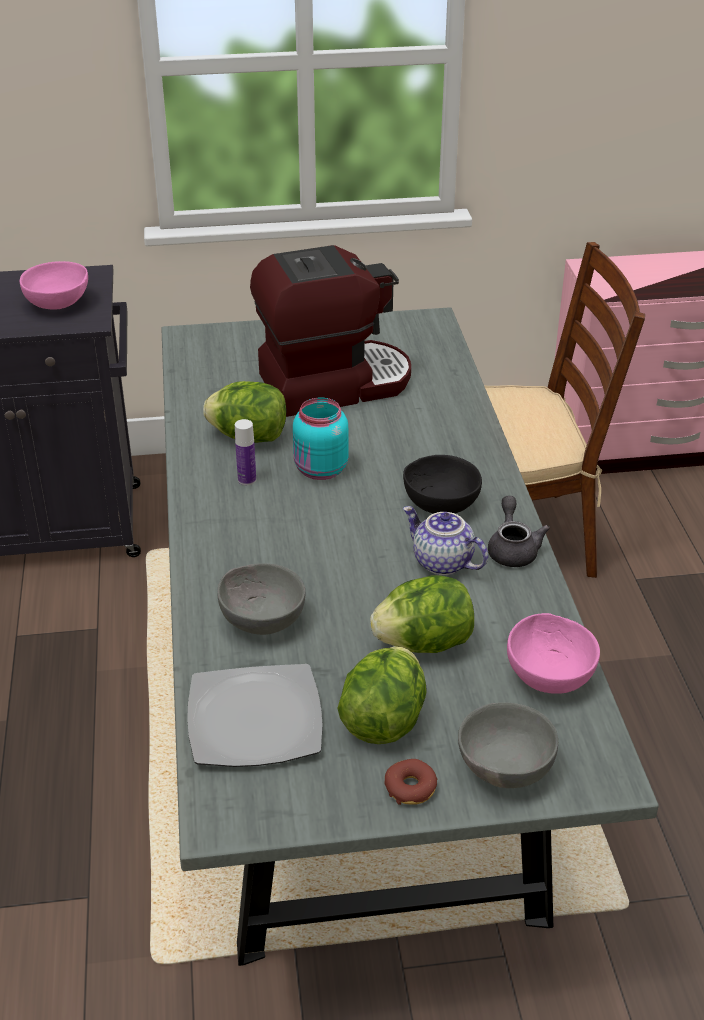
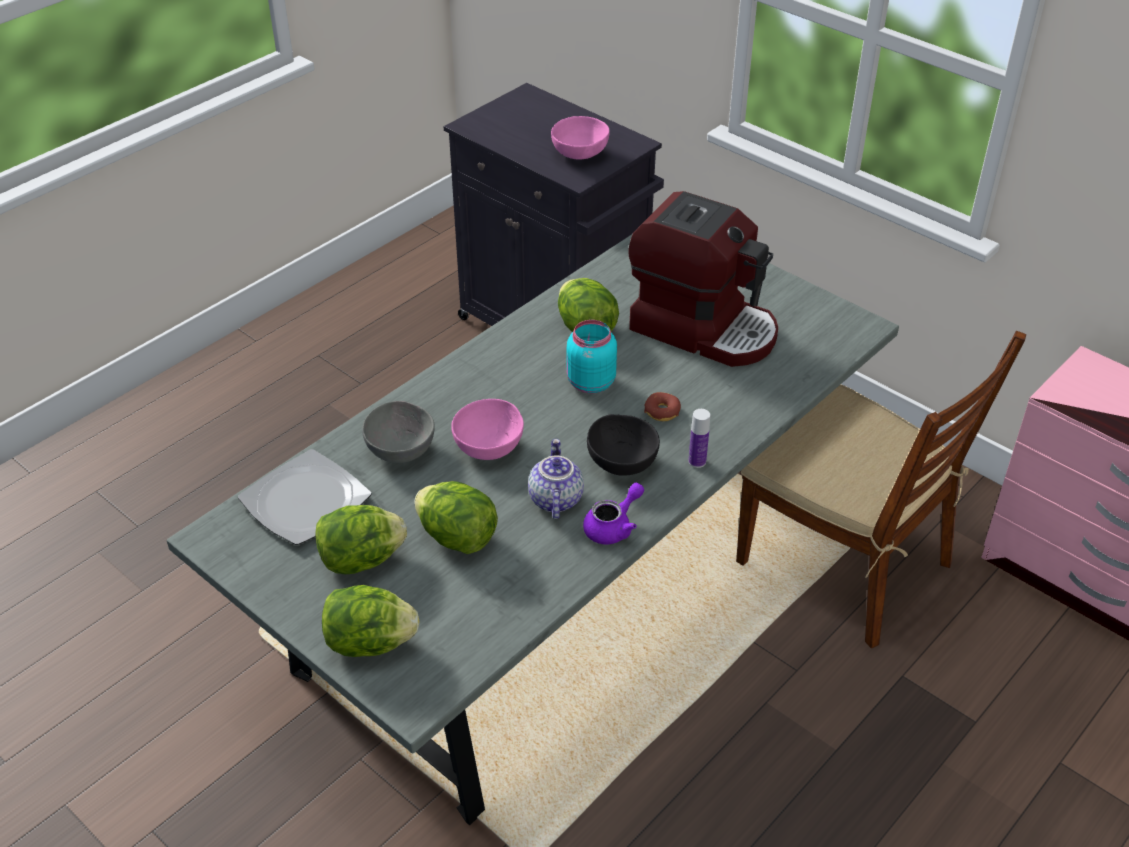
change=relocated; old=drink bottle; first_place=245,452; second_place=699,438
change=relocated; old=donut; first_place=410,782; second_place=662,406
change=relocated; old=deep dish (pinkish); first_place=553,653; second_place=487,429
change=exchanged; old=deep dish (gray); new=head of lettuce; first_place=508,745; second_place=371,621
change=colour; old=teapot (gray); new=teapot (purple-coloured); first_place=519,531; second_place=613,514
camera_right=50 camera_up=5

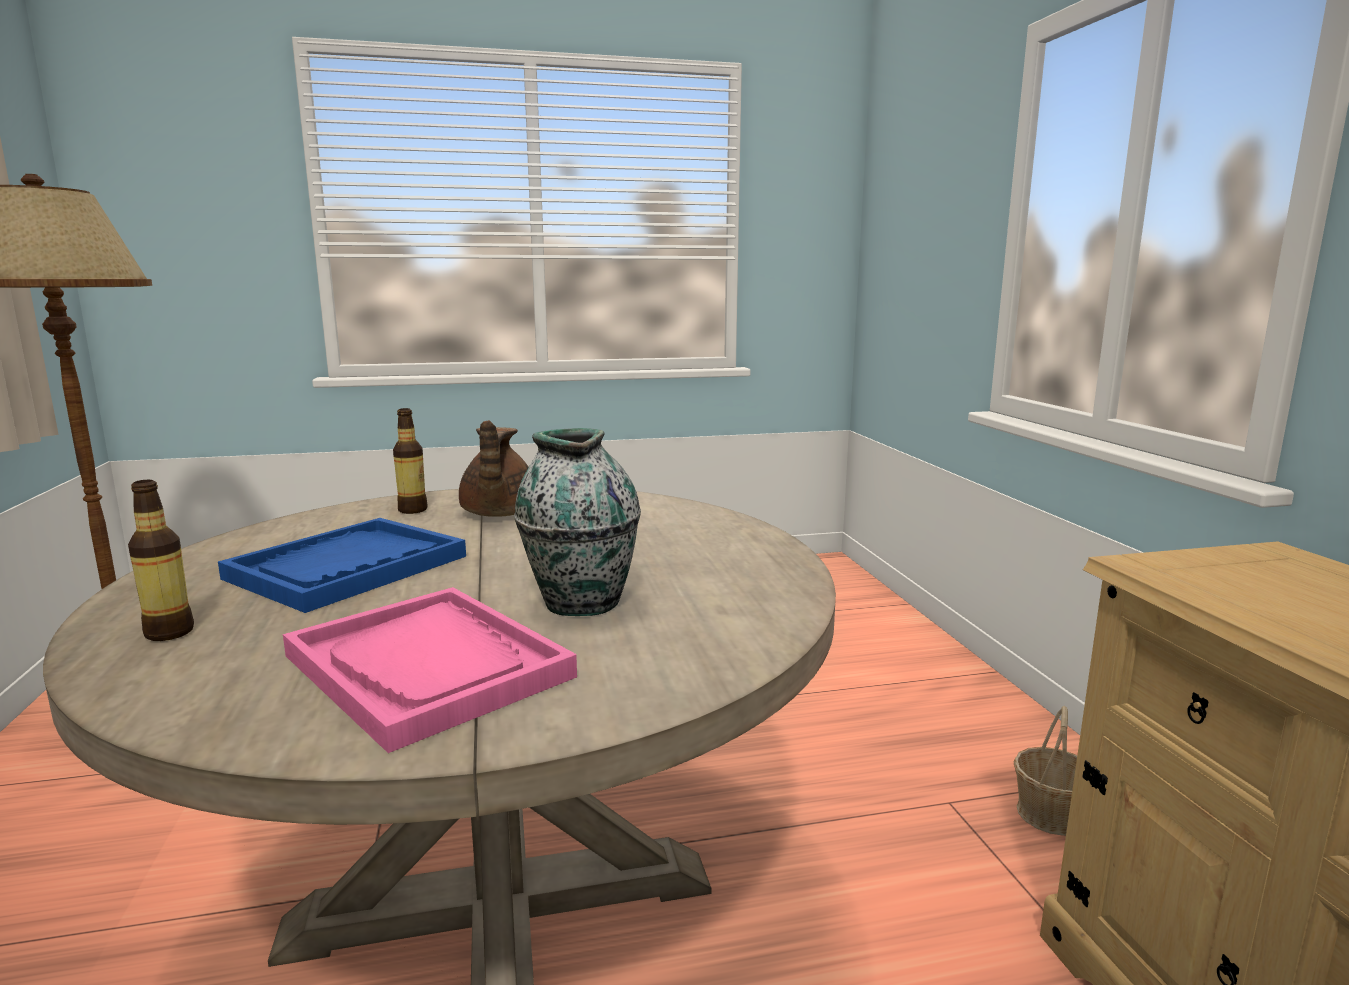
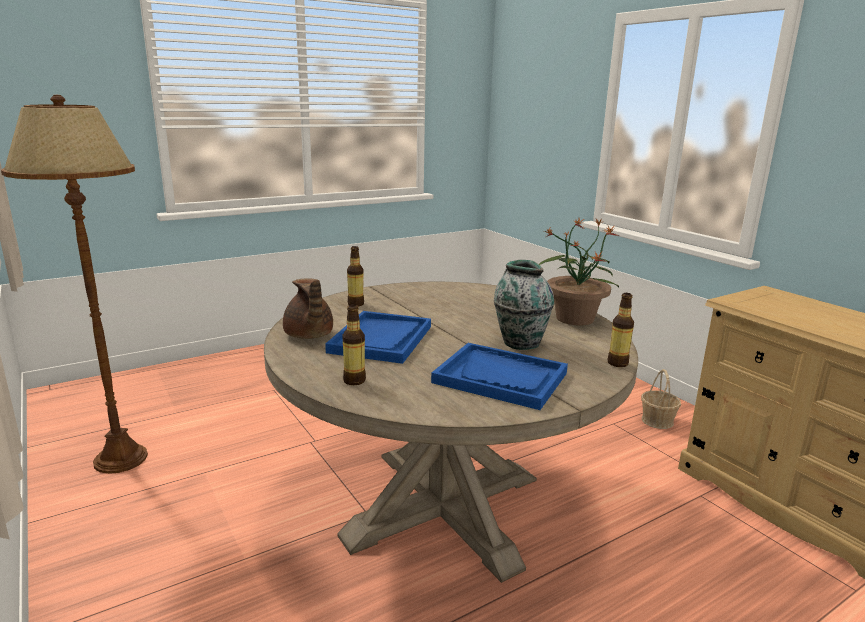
change=appeared; new=plant in a pot; second_place=579,271
change=appeared; new=drink bottle; second_place=621,330
change=relocated; old=teapot (brown); first_place=494,468; second_place=308,309
change=colour; old=carrying tray (pinkish); new=carrying tray (blue); first_place=430,670; second_place=499,376
camera_right=-20 camera_up=5

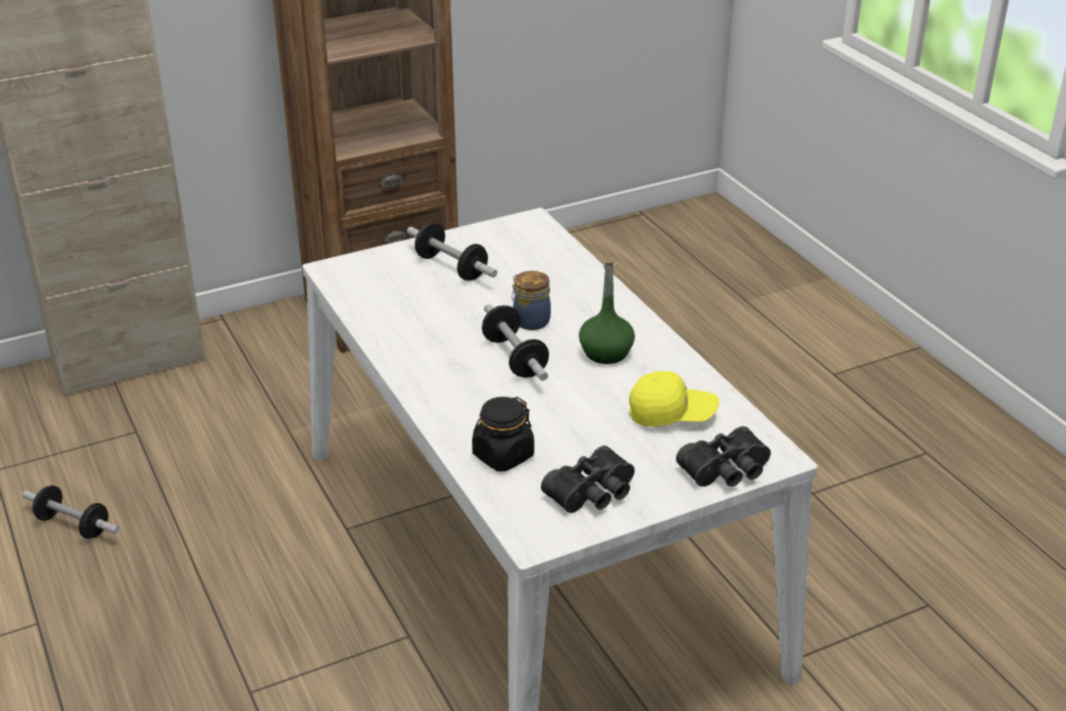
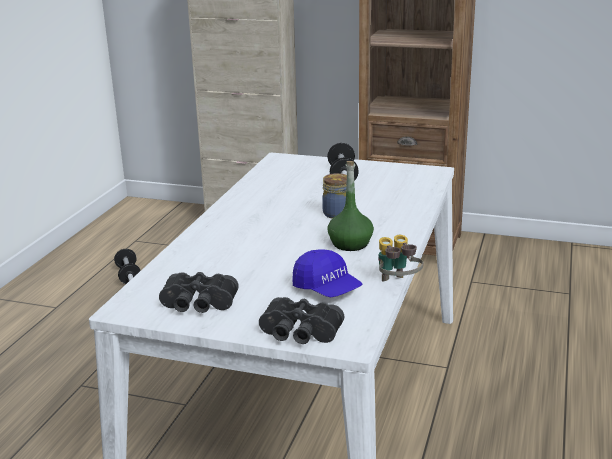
change=missing; old=storage jar (black); first_place=503,434
change=missing; old=free weight; first_place=515,342
change=appeared; new=pair of binoculars; second_place=400,258
change=colour; old=baseball cap (yellowish); new=baseball cap (blue); first_place=674,399; second_place=327,273
camera_right=45 camera_up=-10

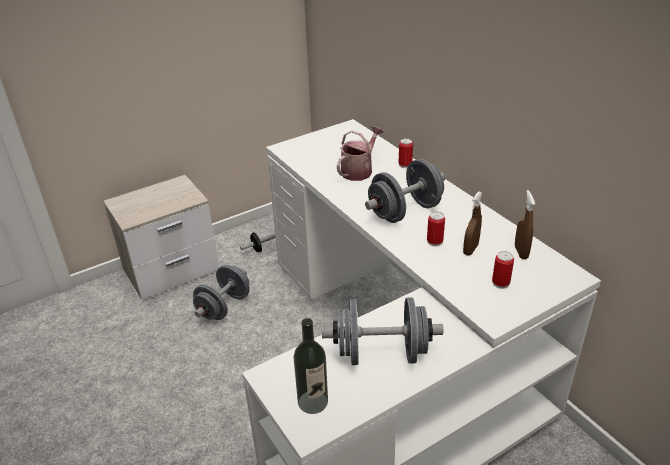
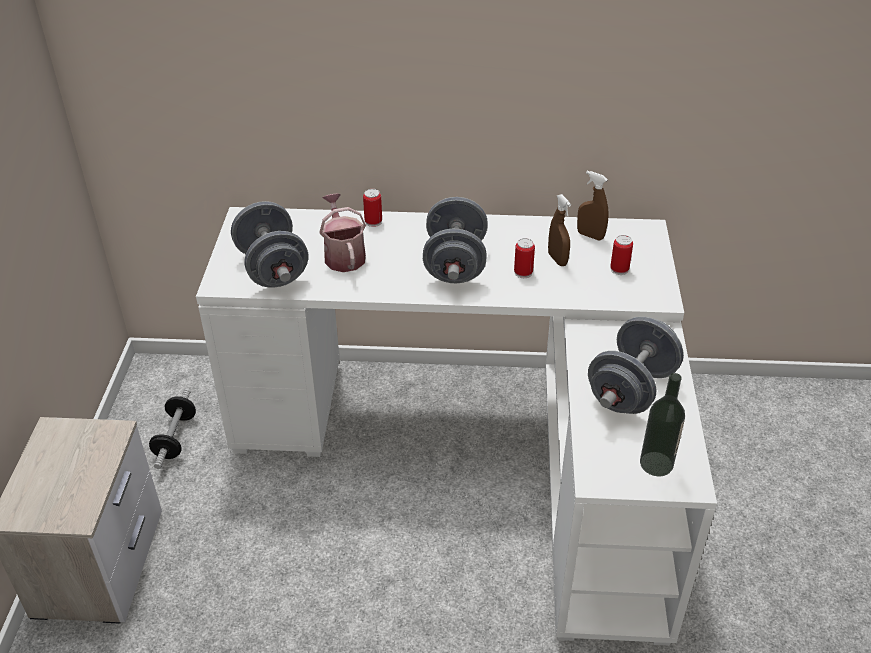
change=relocated; old=free weight (gray); first_place=221,292; second_place=269,244
camera_right=-55 camera_up=5

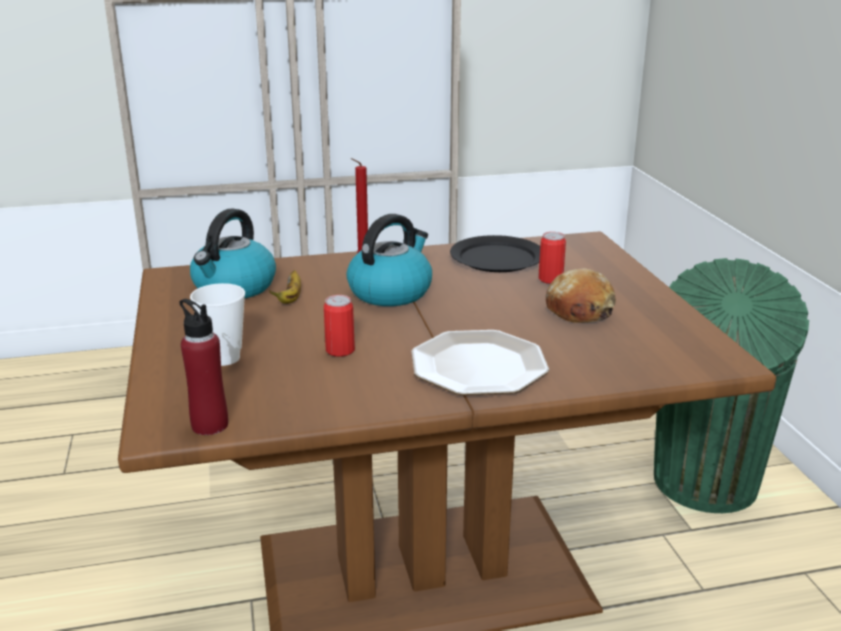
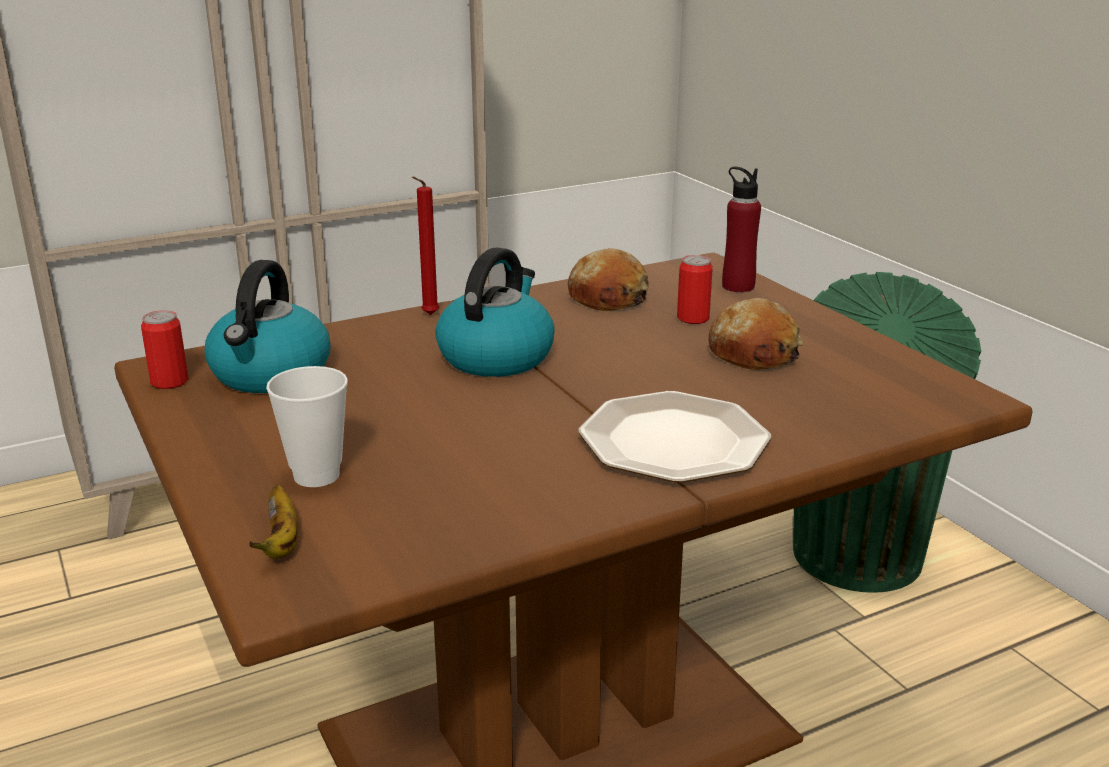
change=relocated; old=drink bottle (red); first_place=204,367; second_place=741,229
change=relocated; old=whole banana; first_place=285,287; second_place=274,522
change=relocated; old=can; first_place=339,326; second_place=165,349
change=exchanged; old=plate (black); new=bread; first_place=495,253; second_place=608,279
camera_right=-15 camera_up=0

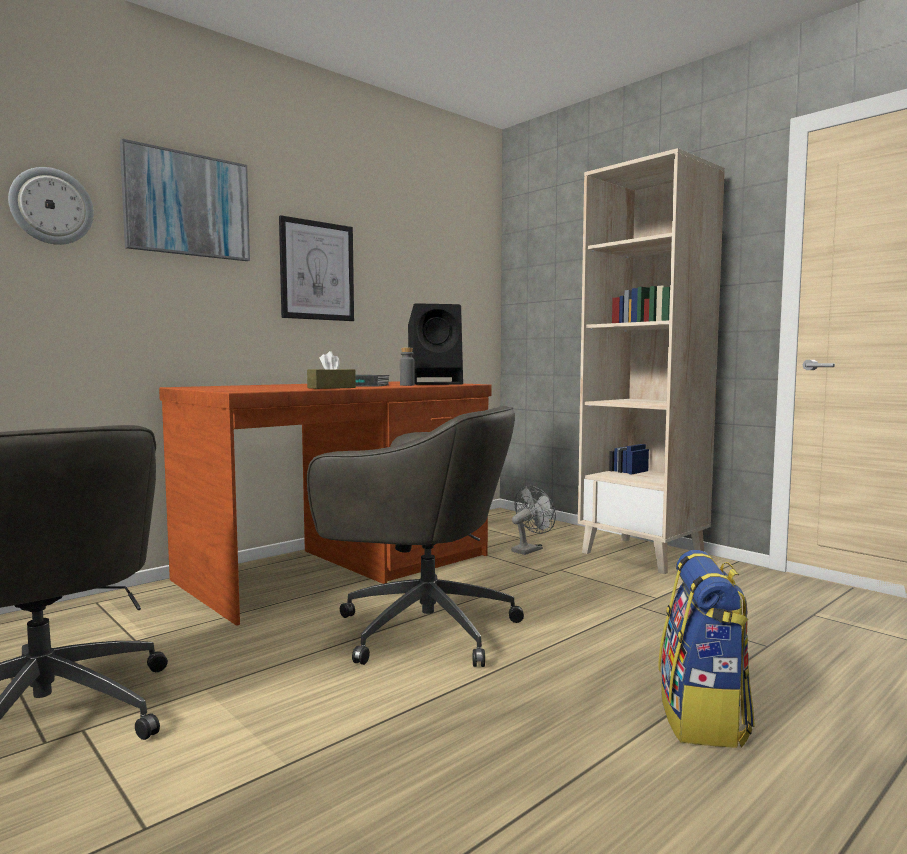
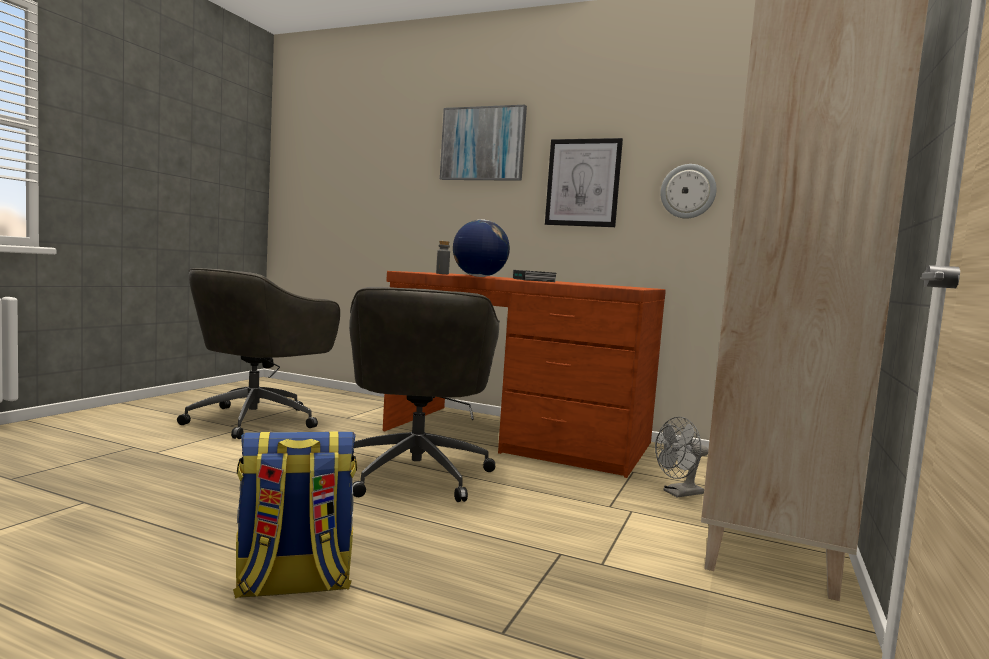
change=missing; old=loudspeaker (black); first_place=435,344
change=relocated; old=wall clock; first_place=51,206; second_place=688,191
change=relocated; old=drink bottle (gray); first_place=407,367; second_place=443,257
change=exchanged; old=tissue box (brown); new=globe; first_place=331,370; second_place=481,248
change=spun; old=electric fan (gray); first_place=533,520; second_place=682,457; degrees=135
camera_right=65 camera_up=0

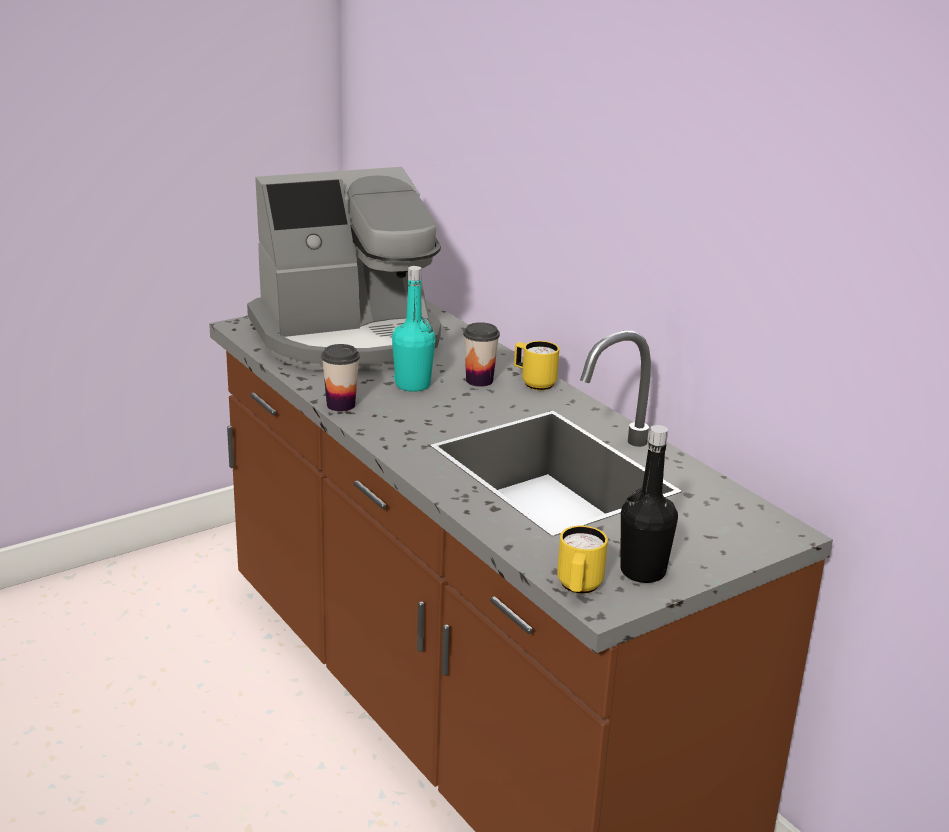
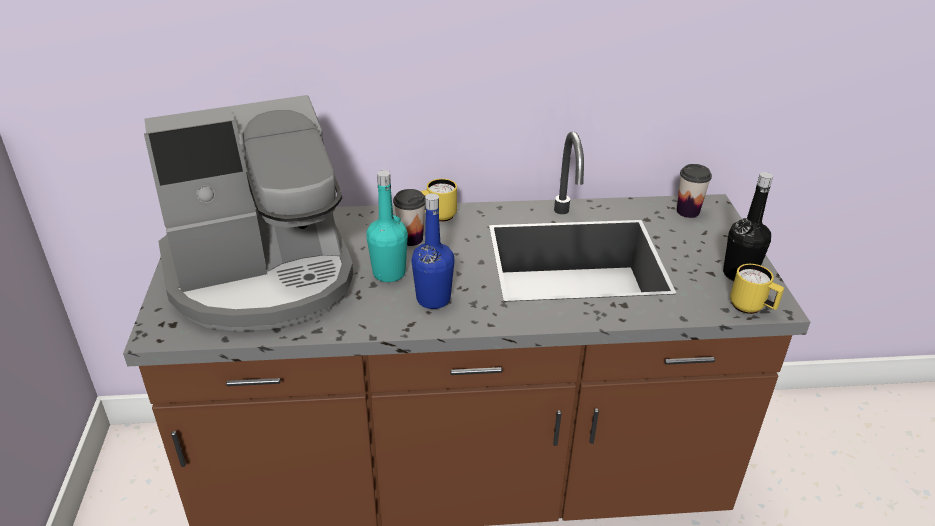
change=appeared; new=drink bottle (blue); second_place=432,251
change=relocated; old=small cup; first_place=340,377; second_place=694,191
change=spun; old=coffee machine; first_place=344,269; second_place=248,213; degrees=60
camera_right=-60 camera_up=10

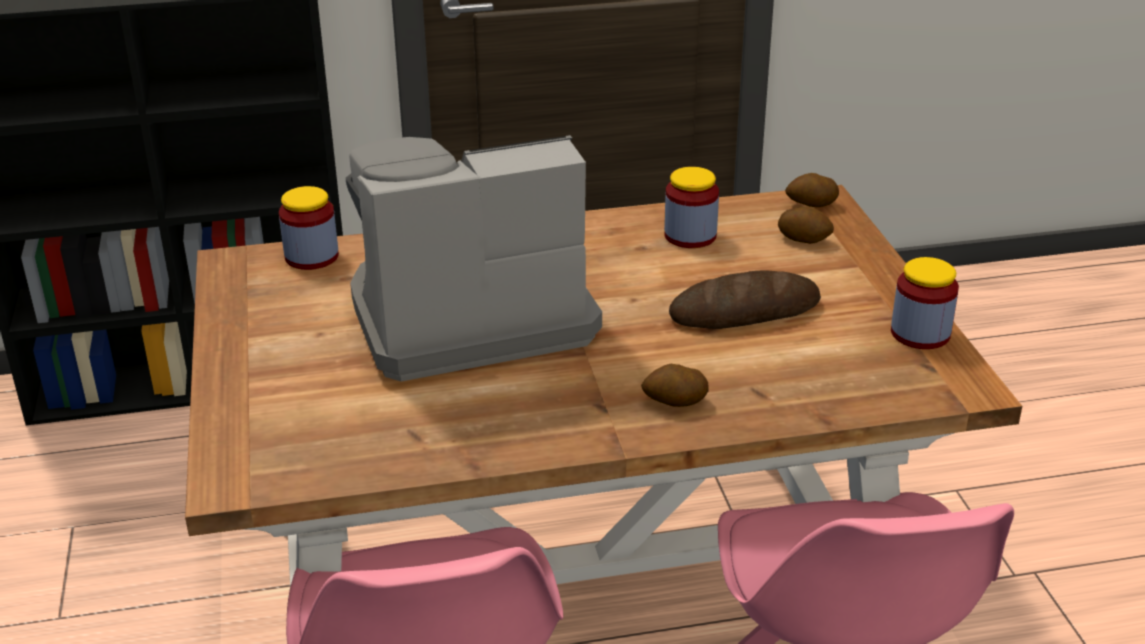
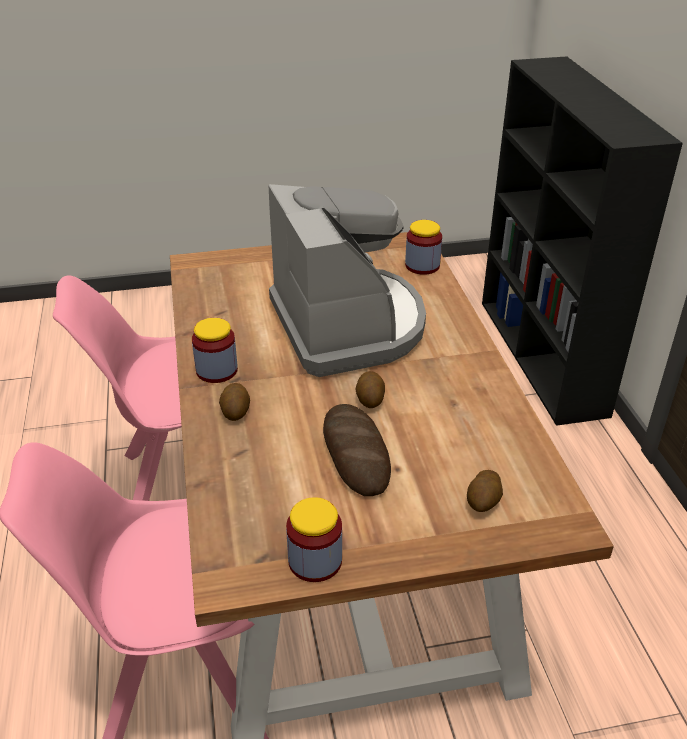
change=relocated; old=storage jar; first_place=691,207; second_place=215,350
change=relocated; old=spud; first_place=812,190; second_place=370,389
camera_right=90 camera_up=5

